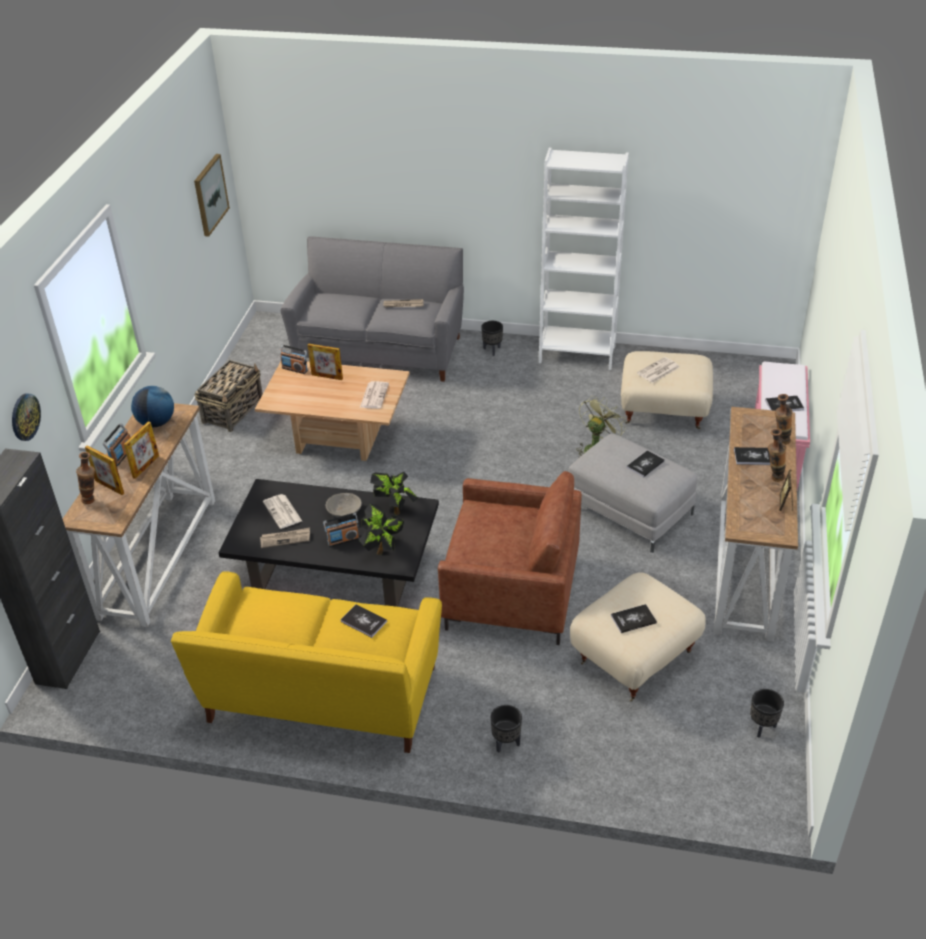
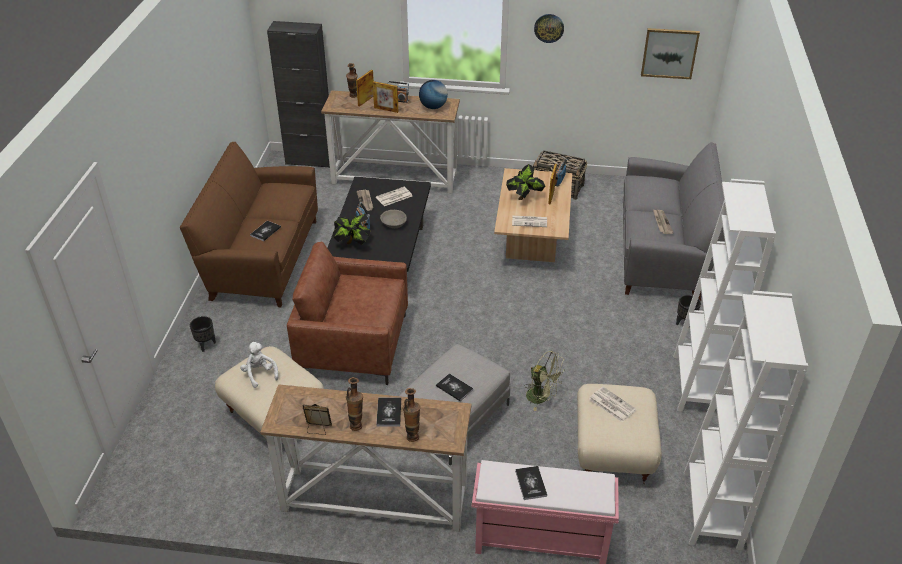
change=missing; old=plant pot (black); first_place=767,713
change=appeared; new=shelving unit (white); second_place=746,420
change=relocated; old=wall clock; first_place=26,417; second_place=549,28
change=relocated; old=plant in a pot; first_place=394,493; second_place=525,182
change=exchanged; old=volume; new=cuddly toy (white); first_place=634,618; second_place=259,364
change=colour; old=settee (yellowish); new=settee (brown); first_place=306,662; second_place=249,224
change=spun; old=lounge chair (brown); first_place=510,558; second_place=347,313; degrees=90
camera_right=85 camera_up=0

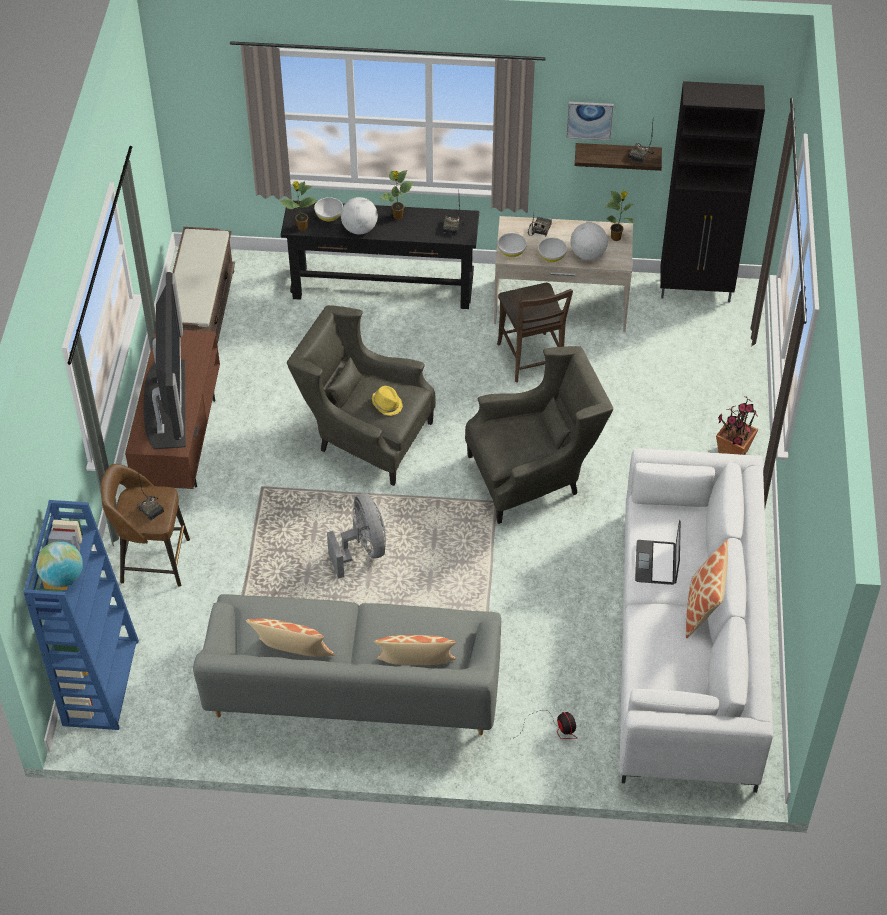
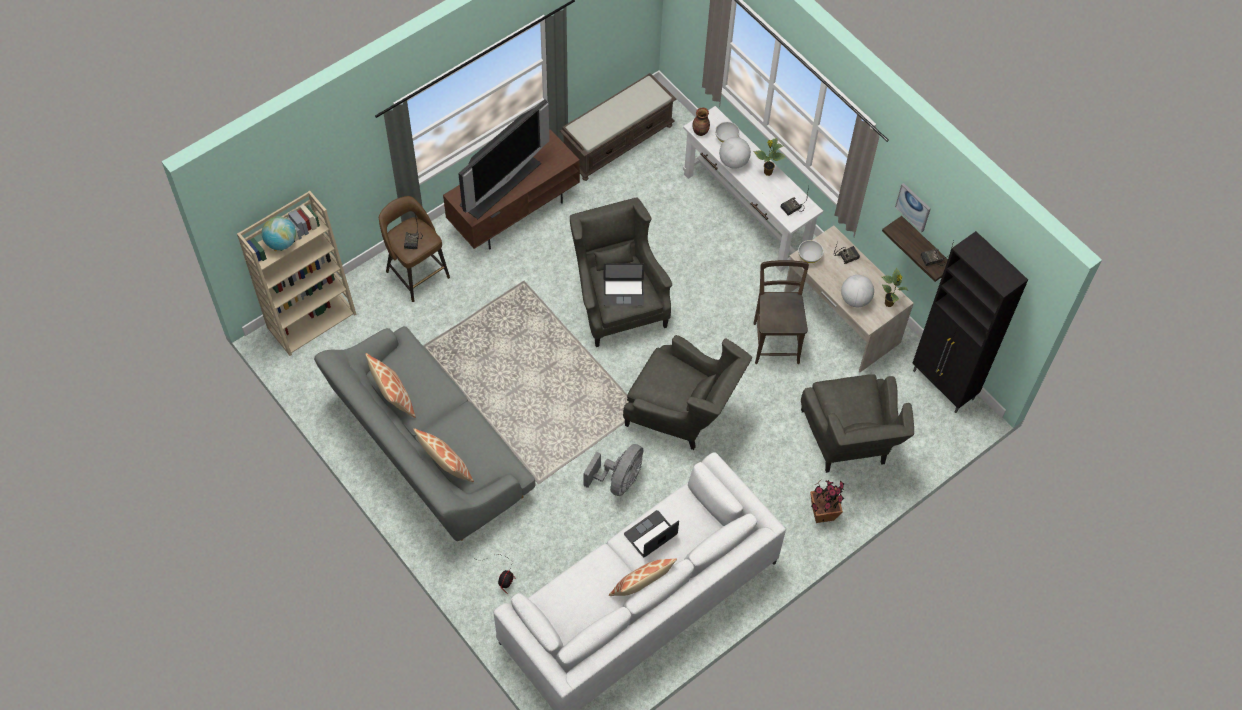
change=missing; old=deep dish (white); first_place=552,250
change=appeared; new=lounge chair (gray); second_place=857,423
change=relocated; old=electric fan (gray); first_place=356,536; second_place=613,470
change=exchanged; old=plant in a pot; new=decorative vase; first_place=299,206; second_place=701,122
change=exchanged; old=clothing hat (yellowish); new=portable computer; first_place=387,401; second_place=623,284
change=colour; old=shelving unit (blue); new=shelving unit (beige); first_place=81,615; second_place=296,273
change=colour; old=console table (black); new=console table (white); first_place=380,255; second_place=753,189
change=spun; old=plain chair (brown); first_place=535,332; second_place=781,312; degrees=150
camera_right=45 camera_up=10

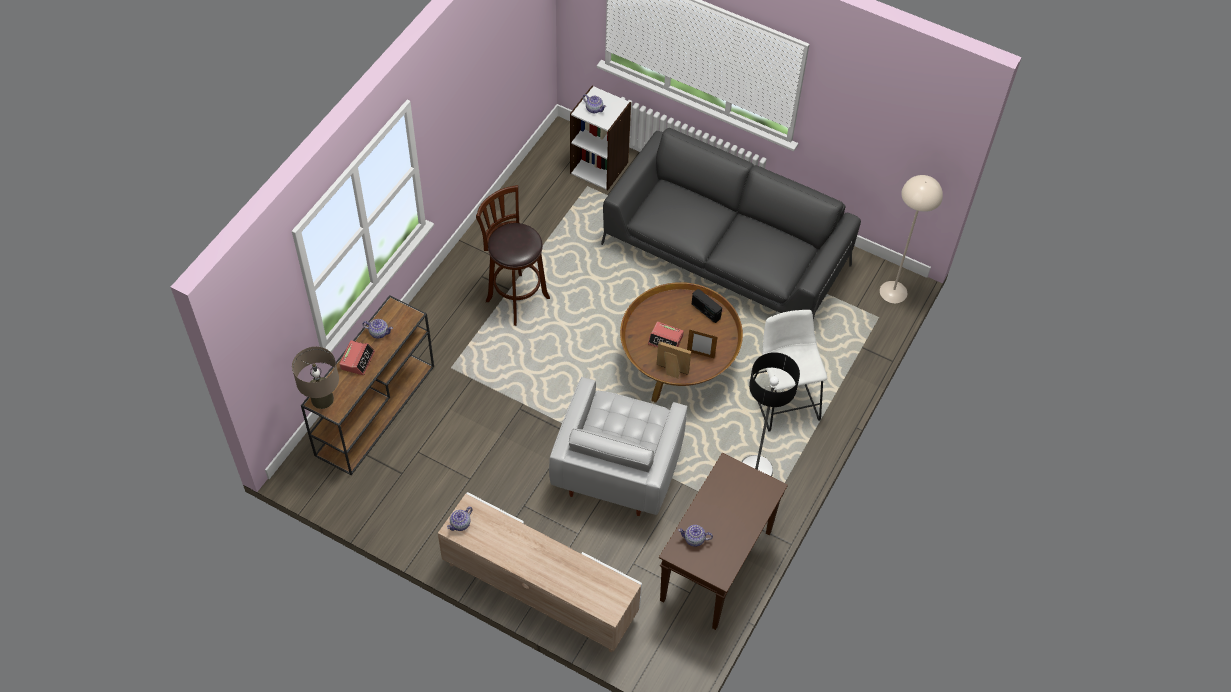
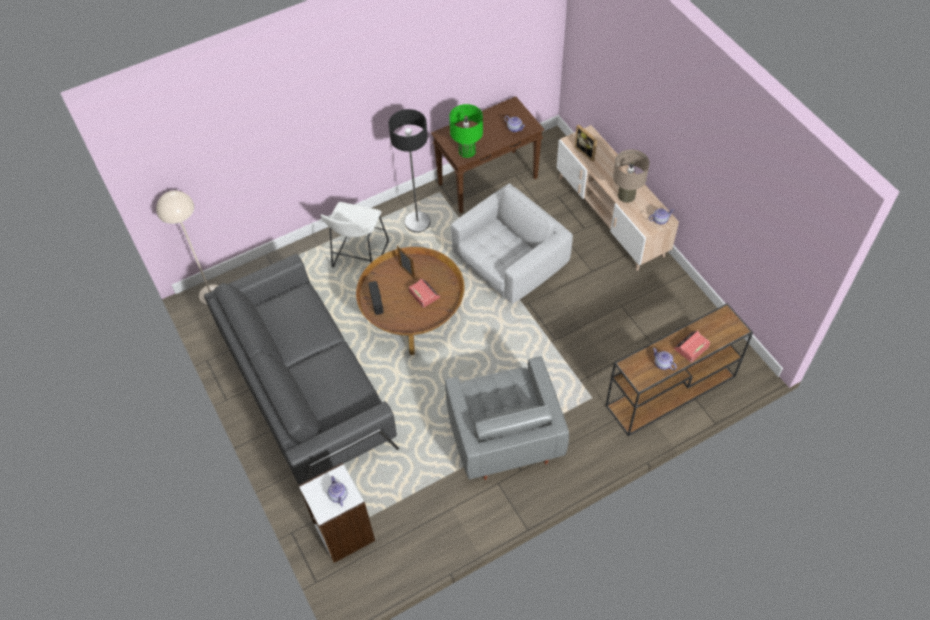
change=appeared; new=tabletop lamp (greenish); second_place=466,131
change=relocated; old=tabletop lamp (beige); first_place=315,378; second_place=631,176
change=relocated; old=standing frame; first_place=673,359; second_place=586,143
change=exchanged; old=stool (brown); new=lounge chair (gray); first_place=513,255; second_place=507,418
camera_right=-145 camera_up=0

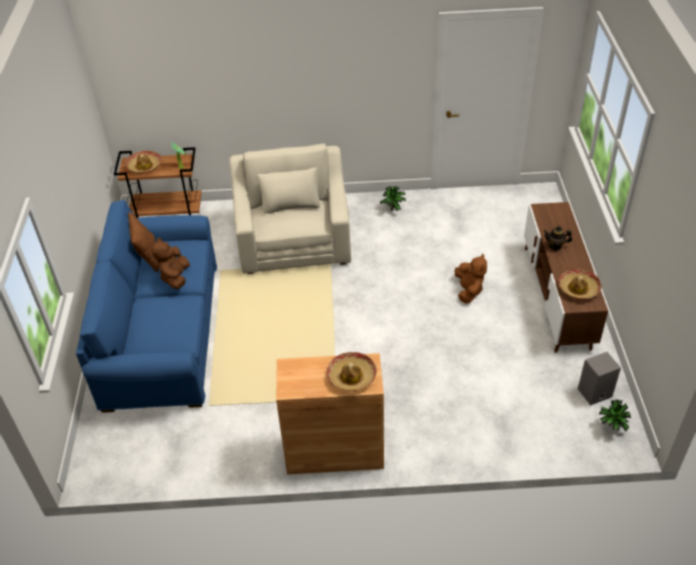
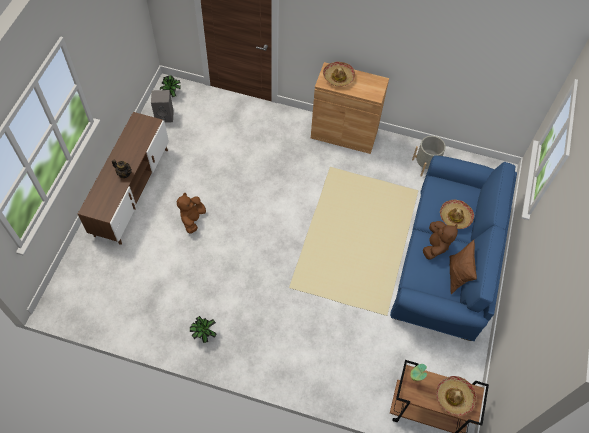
change=missing; old=lounge chair (beige); first_place=290,208
change=appeared; new=plant pot (gray); second_place=429,156
change=relocated; old=clothing hat; first_place=579,284; second_place=457,214
camera_right=-165 camera_up=15

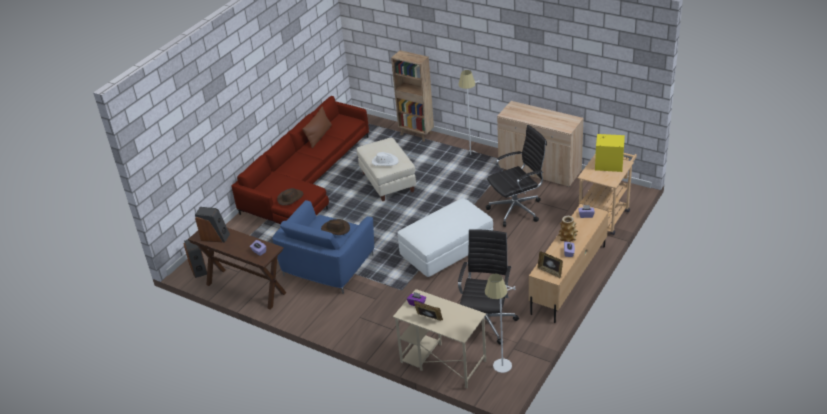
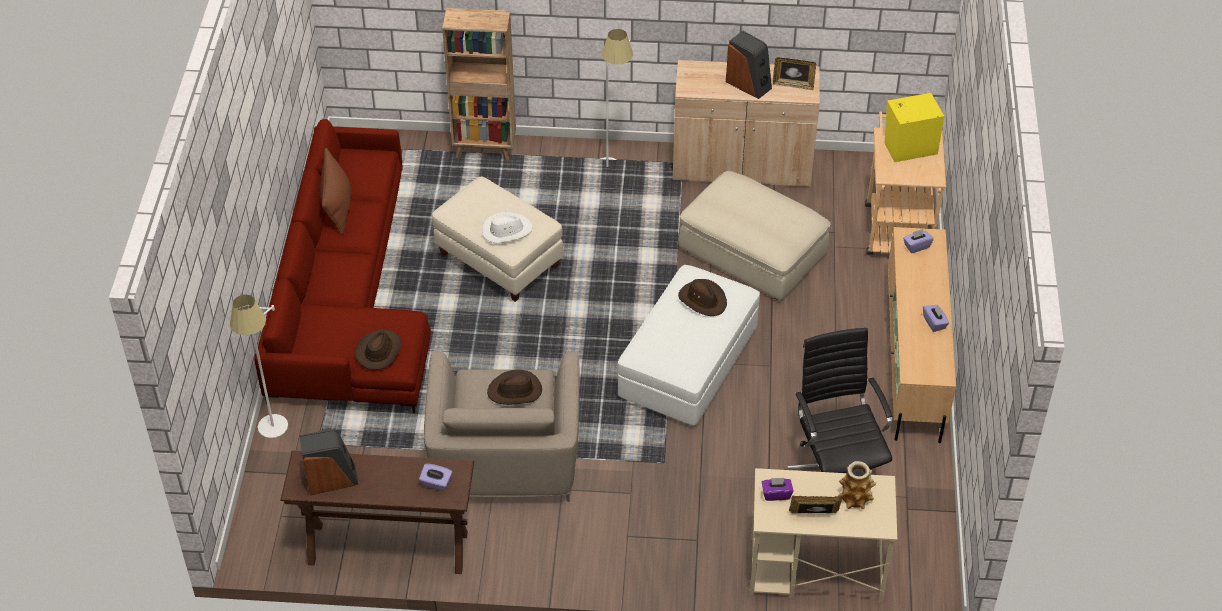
change=appeared; new=clothing hat (brown); second_place=702,297
change=relocated; old=loudspeaker; first_place=195,259; second_place=749,65
change=relocated; old=standard lamp (white); first_place=500,323; second_place=259,366
change=relocated; old=standing frame; first_place=550,264; second_place=794,74
change=relocated; old=decorative vase; first_place=568,229; second_place=857,485
change=exchanged; old=office chair (black); new=pouffe (beige); first_place=516,176; second_place=755,236
change=colour; old=lounge chair (blue); new=lounge chair (beige); first_place=323,247; second_place=502,427
camera_right=-30 camera_up=10

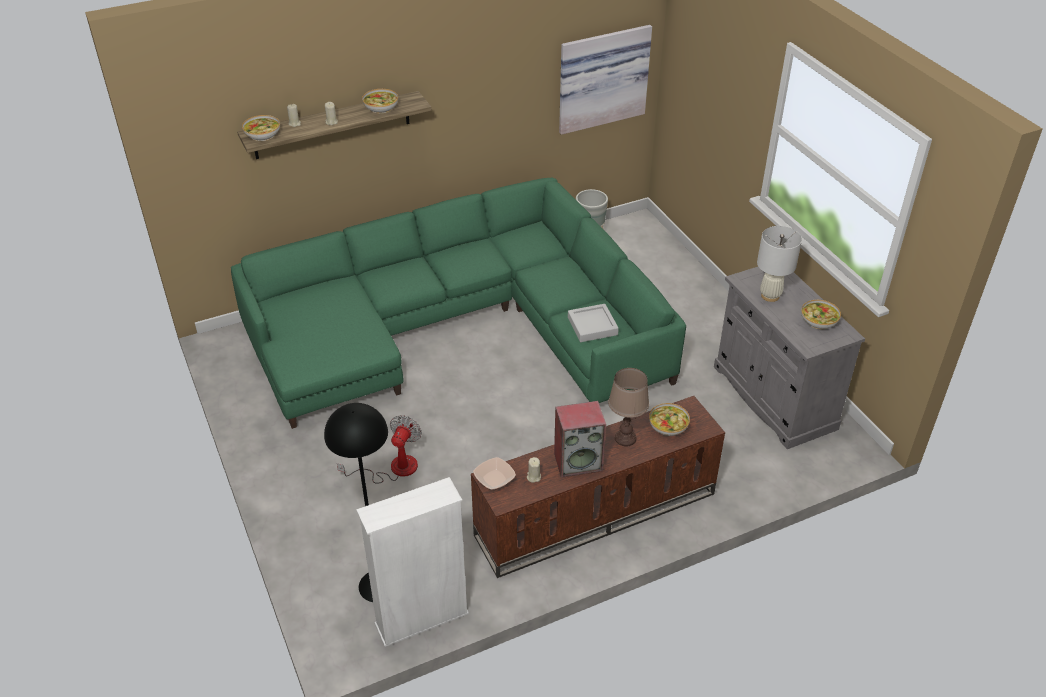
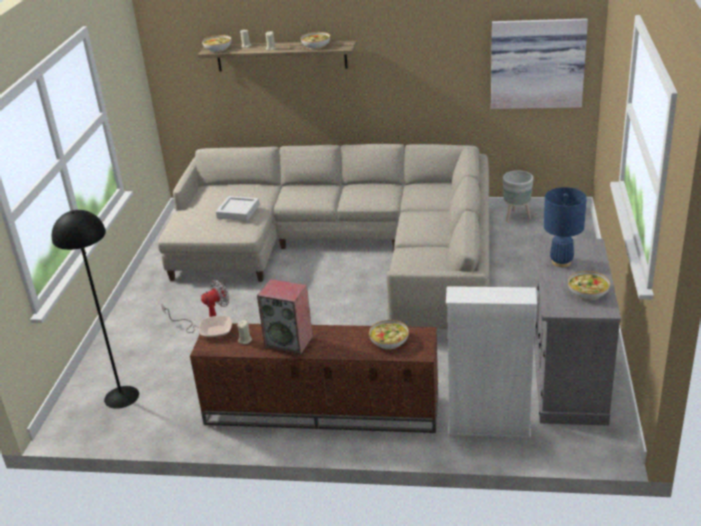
change=missing; old=tabletop lamp (brown); first_place=628,407
change=relocated; old=shelving unit (white); first_place=412,562; second_place=491,362
change=relocated; old=carrying tray (gray); first_place=593,323; second_place=238,208
change=colour; old=settee (greenish); new=settee (beige); first_place=458,303; second_place=324,236
change=colour; old=tabletop lamp (white); new=tabletop lamp (blue); first_place=779,264; second_place=565,227
camera_right=35 camera_up=-10

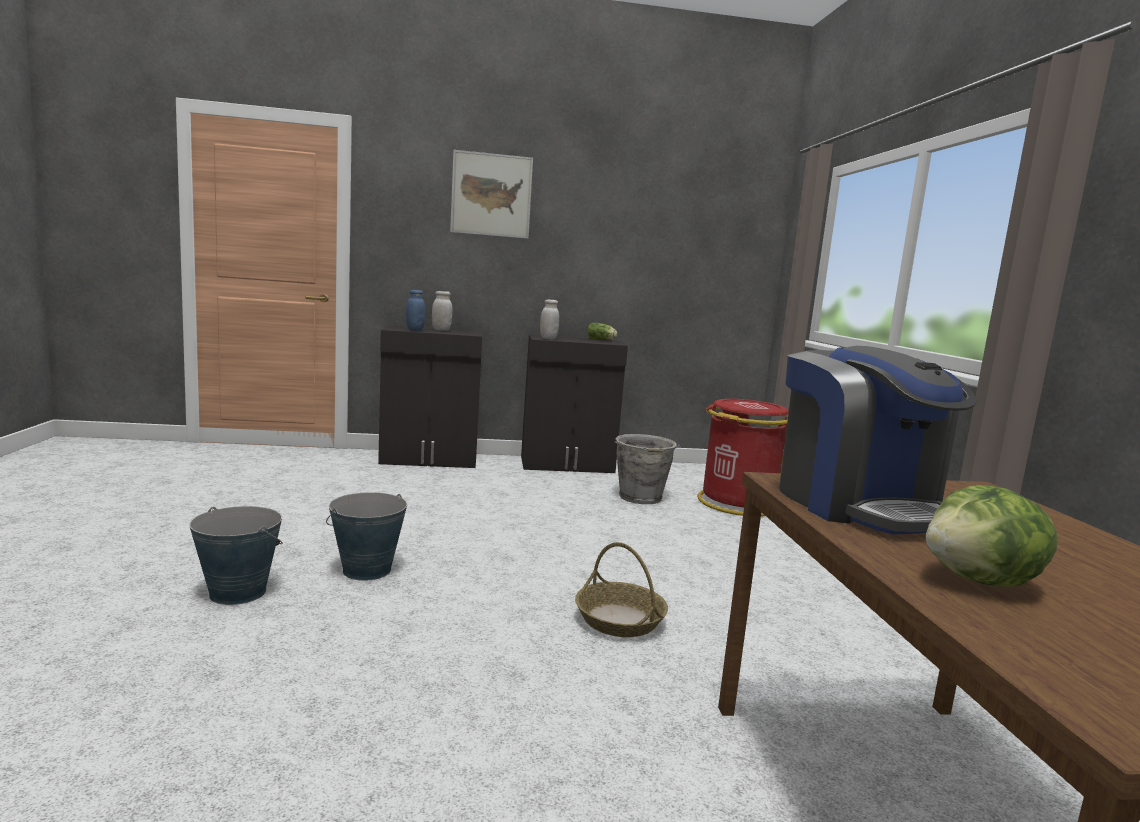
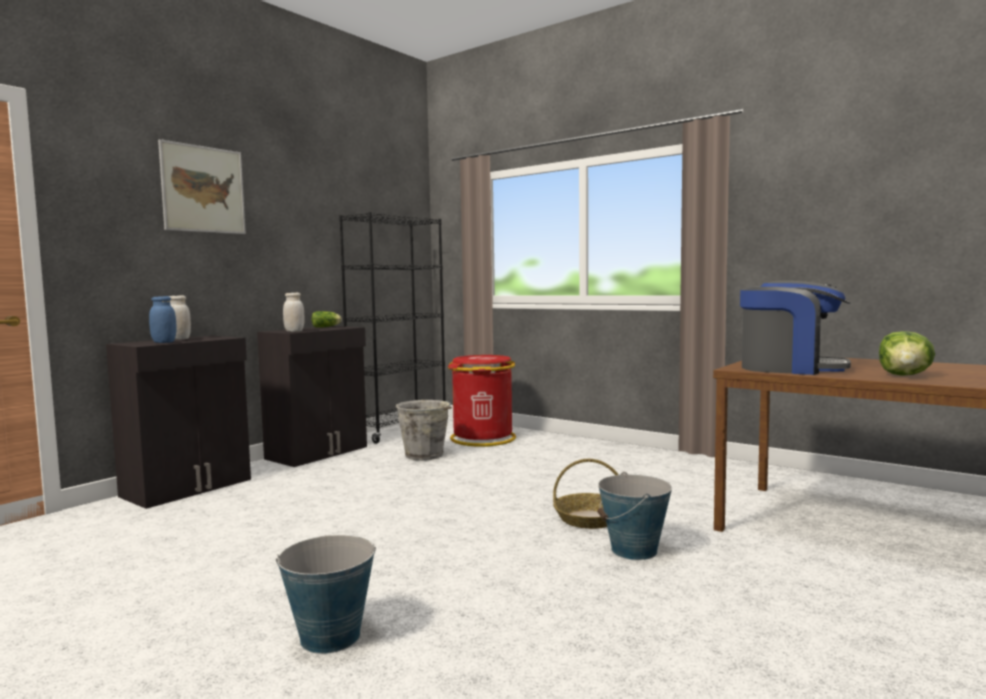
change=appeared; new=shelving unit (black); second_place=392,328
change=relocated; old=water bucket; first_place=366,536; second_place=634,516
camera_right=-45 camera_up=-5

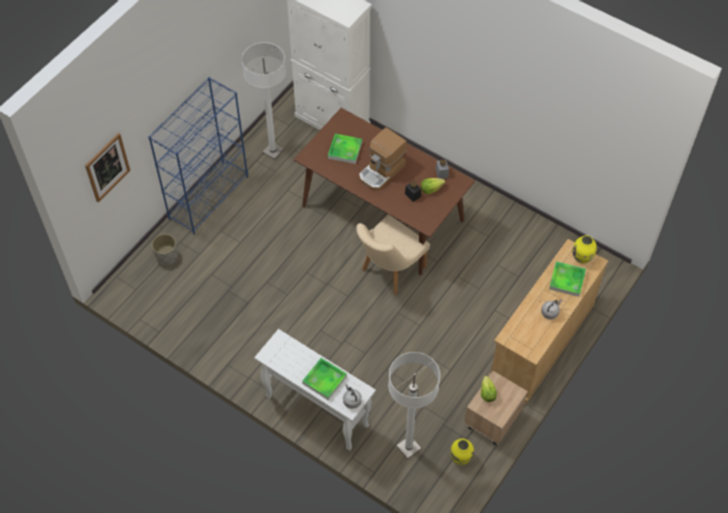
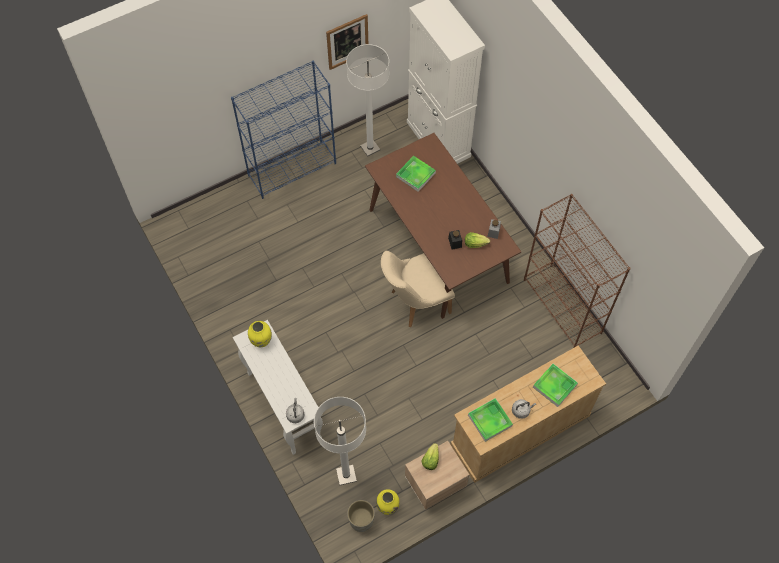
change=missing; old=coffee machine; first_place=383,159
change=appeared; new=shelving unit (brown); second_place=577,271
change=relocated; old=wall picture; first_place=107,167; second_place=347,42
change=relocated; old=plant pot (gray); first_place=165,250; second_place=361,516
change=relocated; old=carrying tray; first_place=324,379; second_place=490,420
change=relocated; old=decorative vase (yellowish); first_place=585,249; second_place=260,334
camera_right=25 camera_up=5

